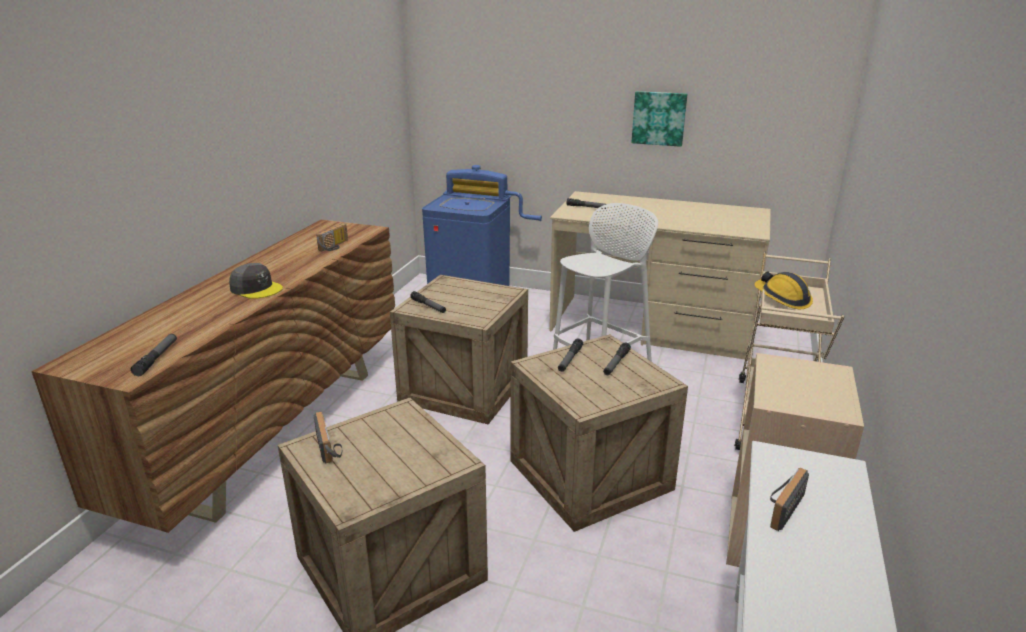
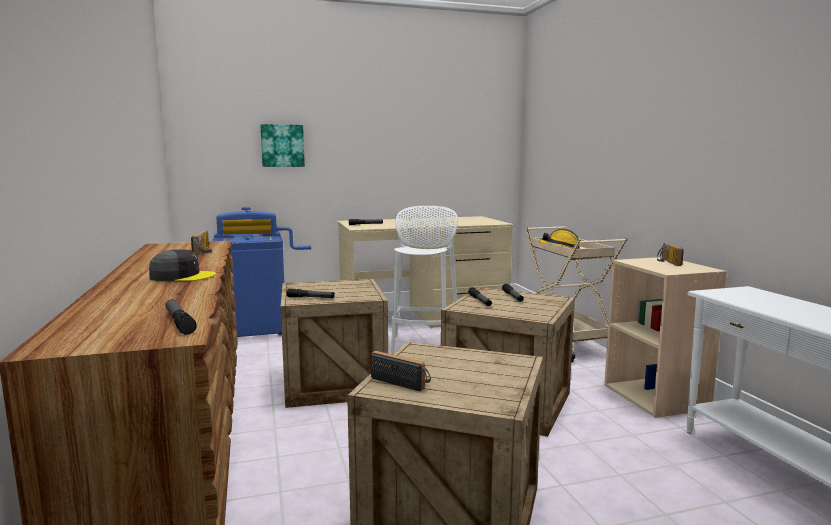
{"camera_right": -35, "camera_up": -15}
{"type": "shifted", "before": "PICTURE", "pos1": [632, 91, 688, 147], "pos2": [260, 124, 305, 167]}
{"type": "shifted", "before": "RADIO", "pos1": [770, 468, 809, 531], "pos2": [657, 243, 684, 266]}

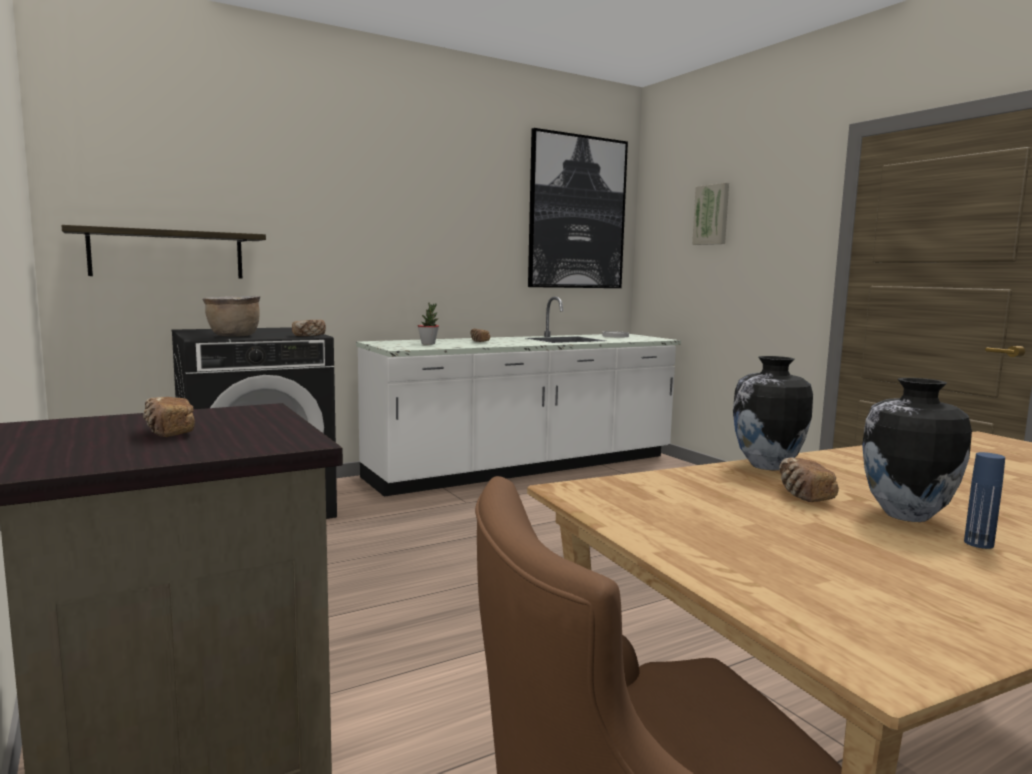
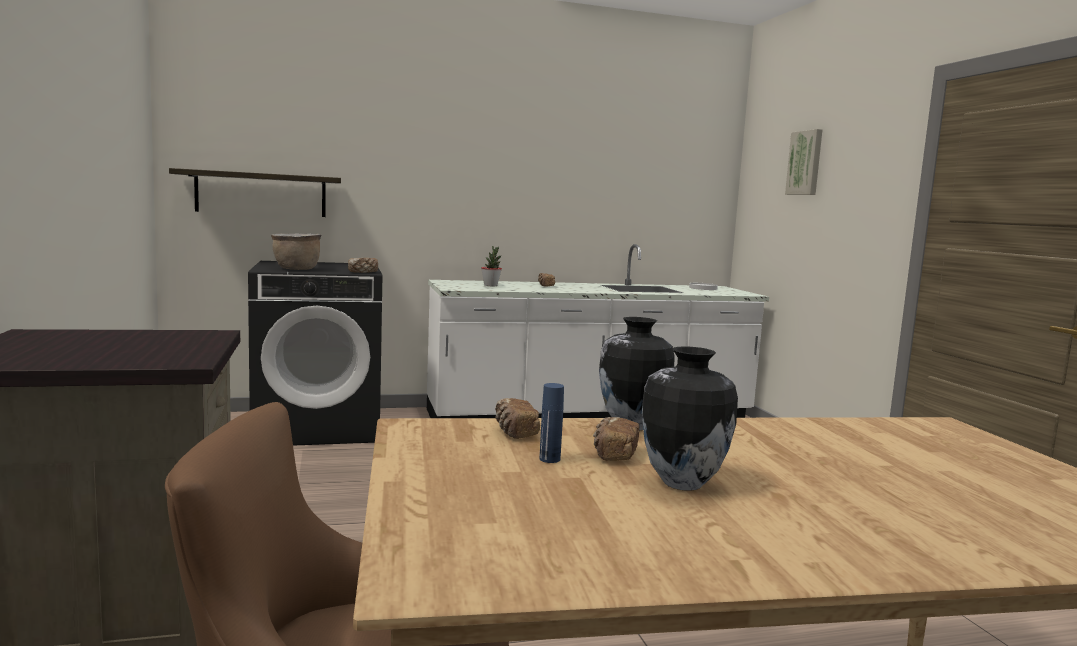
{"camera_right": 15, "camera_up": 0}
{"type": "gone", "before": "PICTURE", "pos1": [528, 128, 628, 288]}
{"type": "shifted", "before": "BREAD", "pos1": [143, 397, 195, 437], "pos2": [495, 398, 540, 439]}
{"type": "shifted", "before": "BLUE BOTTLE", "pos1": [964, 452, 1005, 549], "pos2": [539, 383, 564, 463]}

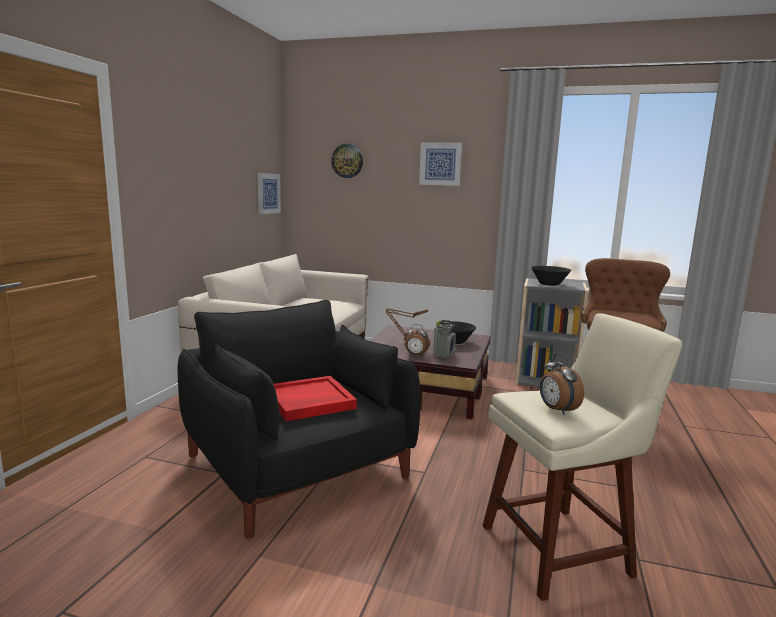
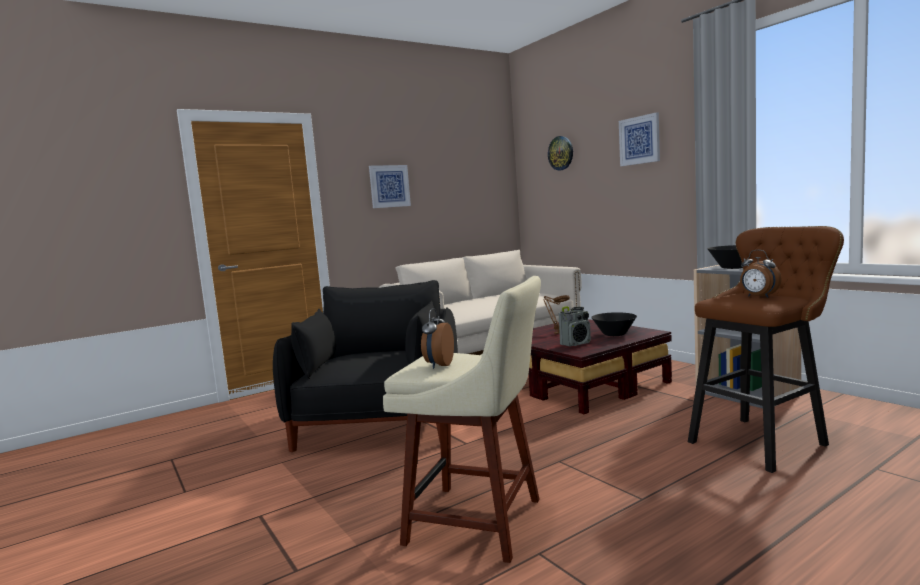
{"camera_right": 40, "camera_up": -5}
{"type": "shifted", "before": "PICTURE", "pos1": [258, 173, 281, 214], "pos2": [369, 165, 411, 208]}
{"type": "shifted", "before": "ALARM CLOCK", "pos1": [405, 324, 430, 357], "pos2": [740, 250, 782, 298]}
{"type": "gone", "before": "RED TRAY", "pos1": [274, 376, 357, 421]}

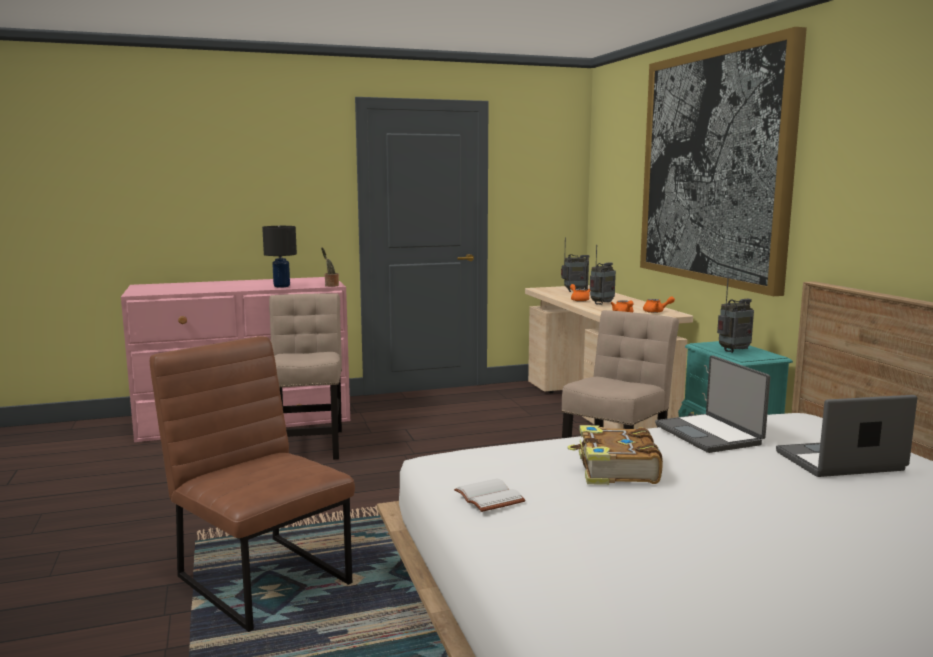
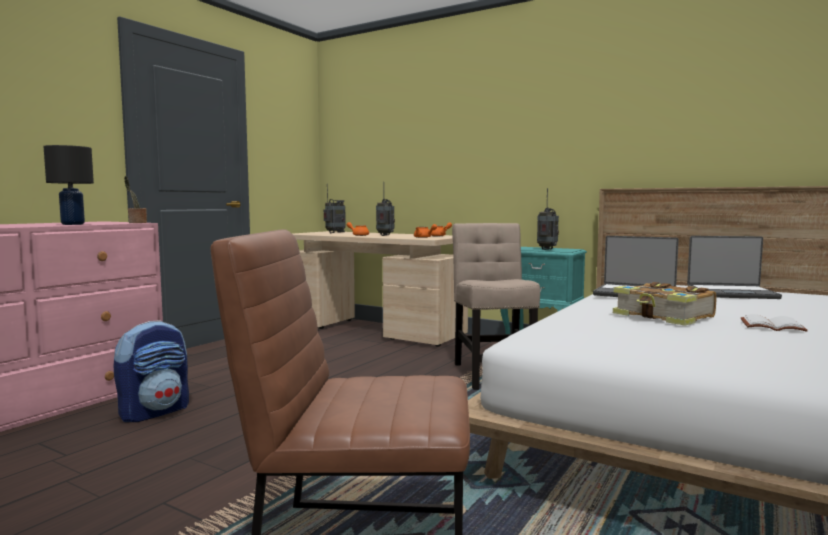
{"camera_right": -40, "camera_up": -5}
{"type": "gone", "before": "PICTURE", "pos1": [640, 27, 807, 296]}
{"type": "swapped", "before": "BEIGE CHAIR", "after": "BACKPACK", "pos1": [269, 293, 342, 460], "pos2": [113, 320, 189, 422]}
{"type": "rotated", "before": "LAPTOP", "pos1": [776, 395, 917, 477], "pos2": [687, 236, 782, 299], "turn": -120}
{"type": "shifted", "before": "WHITE BOOK", "pos1": [454, 478, 525, 512], "pos2": [741, 314, 808, 332]}

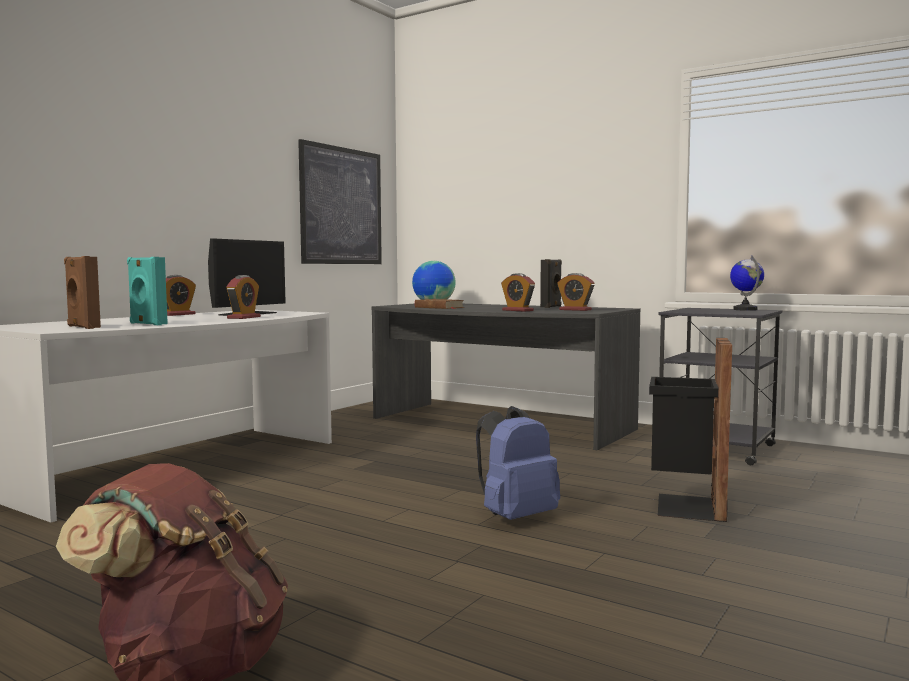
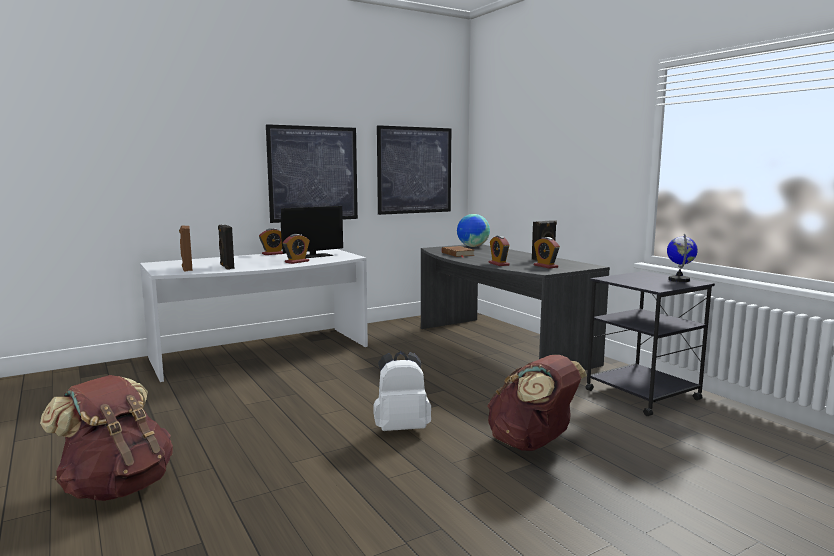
{"camera_right": 25, "camera_up": 5}
{"type": "repainted", "before": "TURQUOISE SPEAKER", "after": "BLACK SPEAKER", "pos1": [127, 257, 168, 325], "pos2": [218, 225, 234, 270]}
{"type": "swapped", "before": "BLACK TRASH CAN", "after": "BROWN BACKPACK", "pos1": [649, 338, 732, 522], "pos2": [487, 355, 587, 451]}
{"type": "repainted", "before": "BLUE BACKPACK", "after": "WHITE BACKPACK", "pos1": [476, 406, 560, 520], "pos2": [373, 351, 431, 431]}
{"type": "new", "after": "PICTURE", "pos2": [266, 124, 358, 223]}

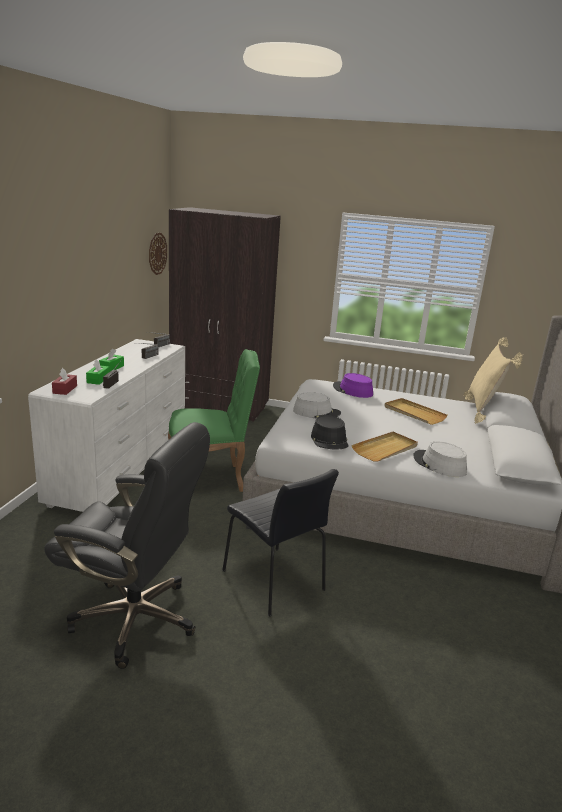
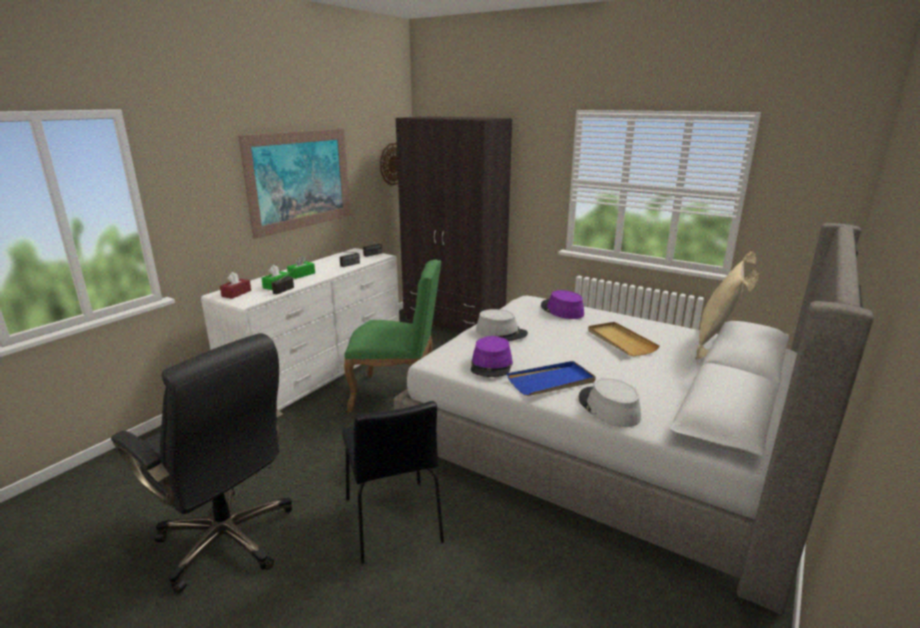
{"camera_right": 20, "camera_up": 0}
{"type": "repainted", "before": "BLACK HAT", "after": "PURPLE HAT", "pos1": [311, 415, 349, 450], "pos2": [471, 336, 513, 377]}
{"type": "repainted", "before": "BEIGE TRAY", "after": "BLUE TRAY", "pos1": [352, 432, 418, 461], "pos2": [507, 361, 596, 396]}
{"type": "new", "after": "PICTURE", "pos2": [238, 129, 351, 239]}

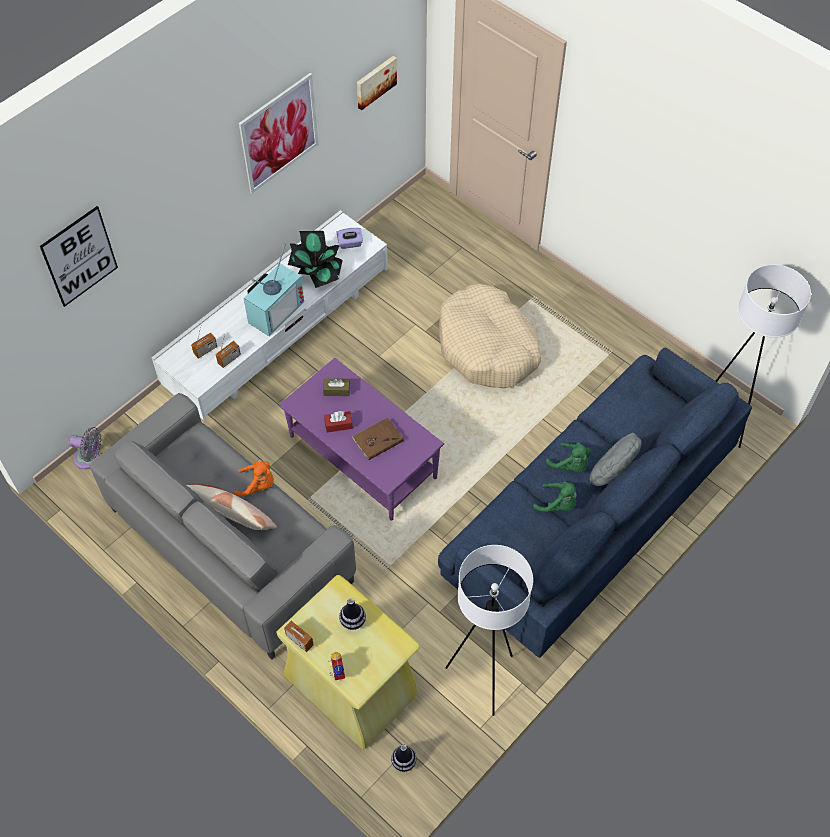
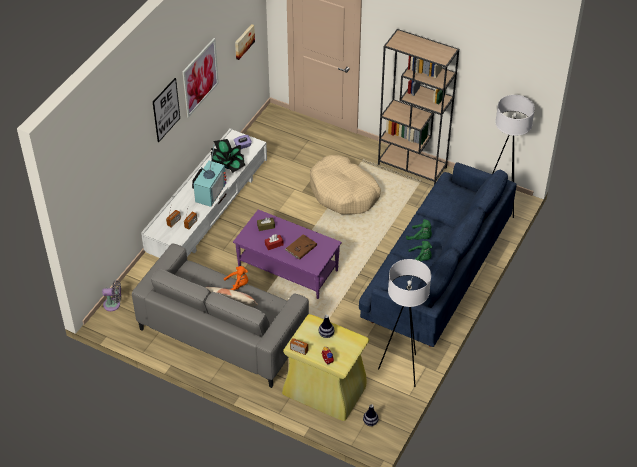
{"camera_right": -15, "camera_up": -10}
{"type": "shifted", "before": "PICTURE", "pos1": [40, 206, 118, 307], "pos2": [153, 78, 180, 142]}
{"type": "gone", "before": "GREY PILLOW", "pos1": [590, 433, 642, 486]}
{"type": "new", "after": "BOOKCASE", "pos2": [378, 29, 459, 185]}

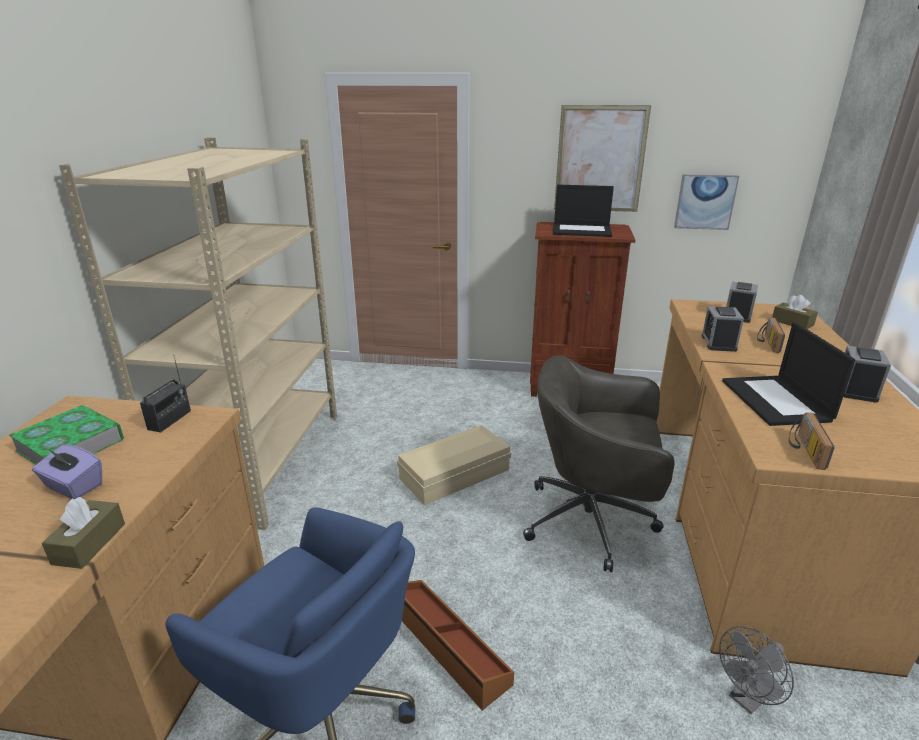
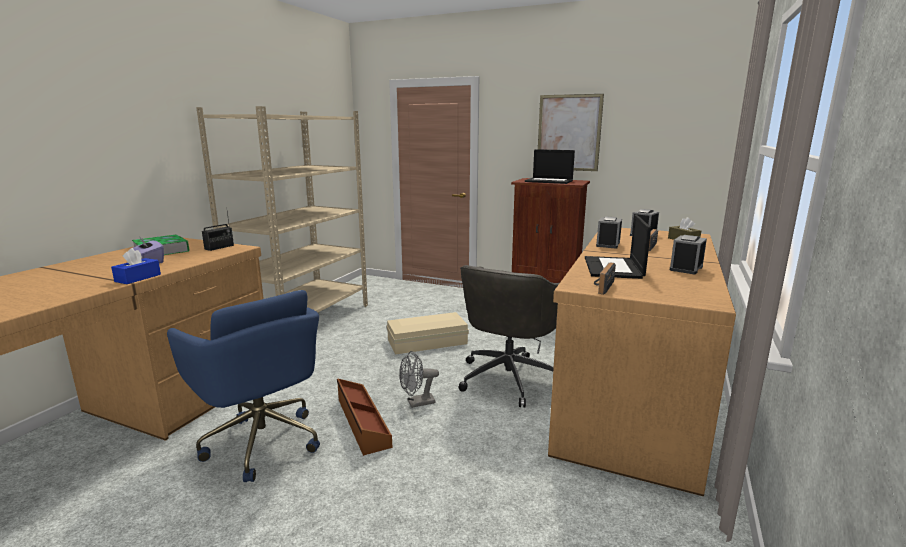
{"camera_right": 15, "camera_up": -10}
{"type": "gone", "before": "PICTURE", "pos1": [674, 174, 739, 230]}
{"type": "rotated", "before": "GREY OFFICE CHAIR", "pos1": [523, 356, 675, 572], "pos2": [458, 265, 559, 408], "turn": -90}
{"type": "repainted", "before": "BROWN TISSUE BOX", "after": "BLUE TISSUE BOX", "pos1": [42, 497, 125, 569], "pos2": [111, 248, 161, 284]}
{"type": "shifted", "before": "GREY FAN", "pos1": [719, 626, 794, 714], "pos2": [399, 351, 439, 408]}

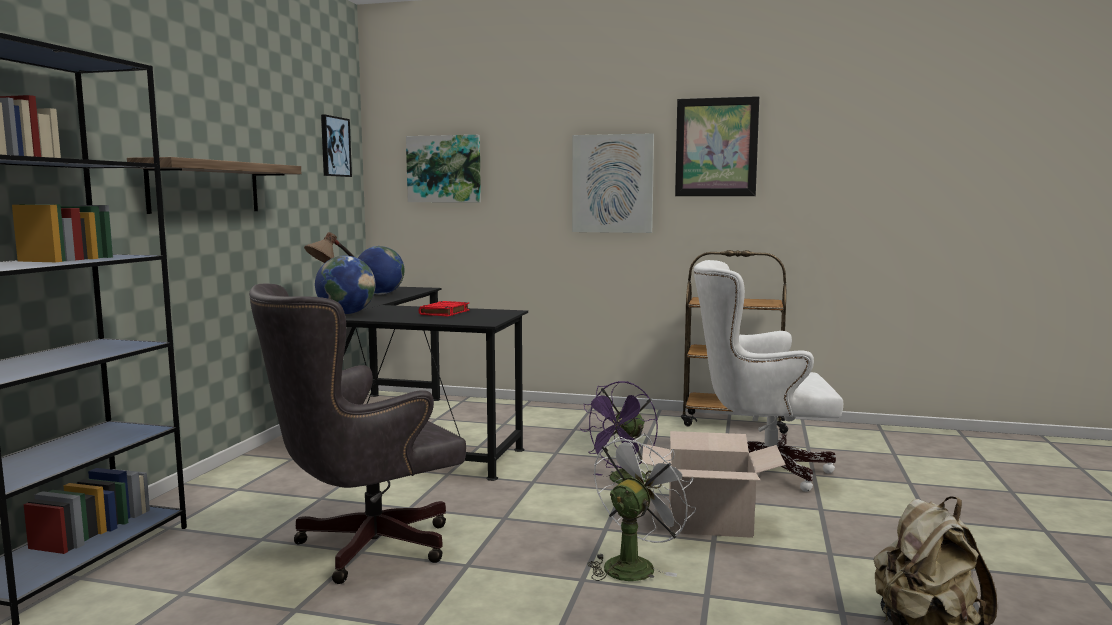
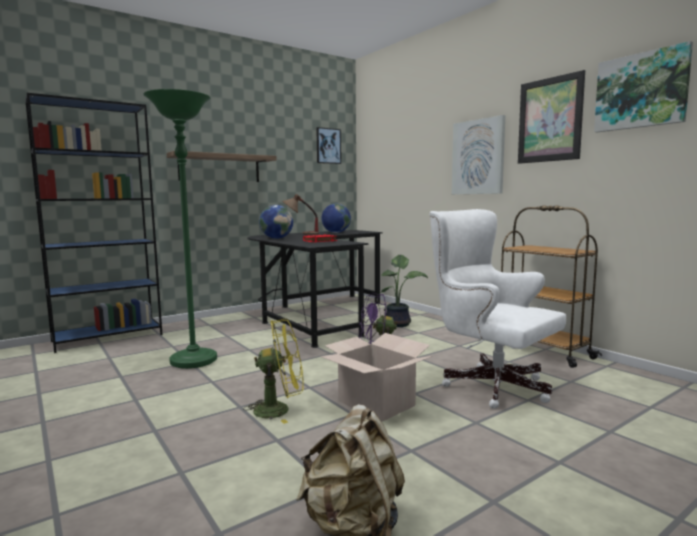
{"camera_right": 40, "camera_up": 0}
{"type": "shifted", "before": "PICTURE", "pos1": [406, 135, 481, 202], "pos2": [594, 41, 693, 132]}
{"type": "swapped", "before": "GREY OFFICE CHAIR", "after": "GREEN FLOOR LAMP", "pos1": [249, 284, 466, 584], "pos2": [143, 89, 217, 369]}
{"type": "repainted", "before": "WHITE FAN", "after": "YELLOW FAN", "pos1": [587, 433, 696, 581], "pos2": [243, 319, 304, 424]}
{"type": "new", "after": "POTTED PLANT", "pos2": [377, 254, 428, 327]}

